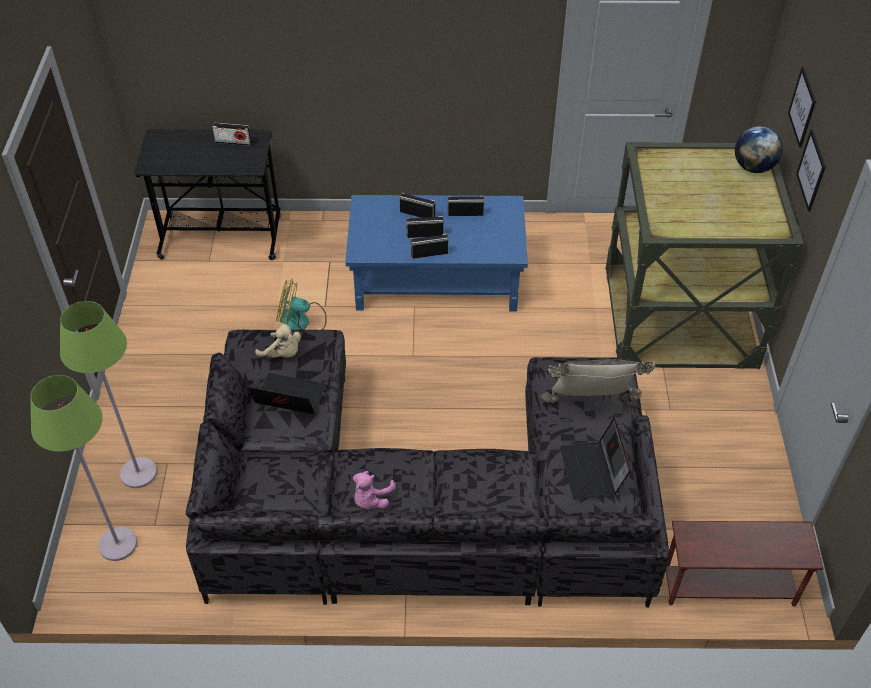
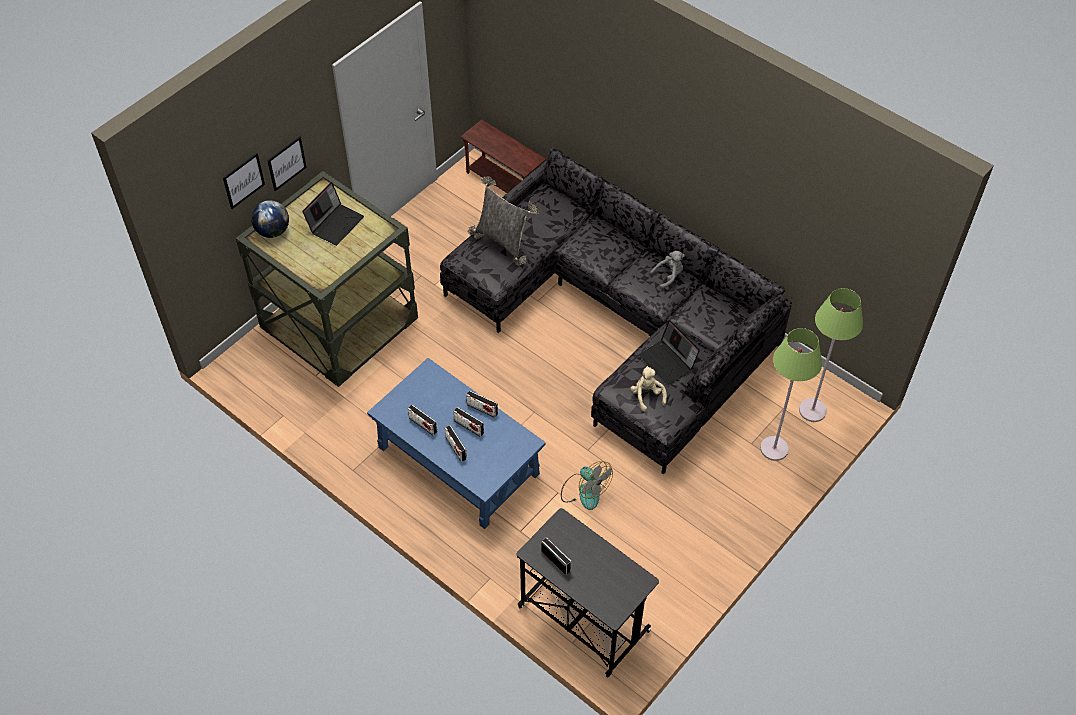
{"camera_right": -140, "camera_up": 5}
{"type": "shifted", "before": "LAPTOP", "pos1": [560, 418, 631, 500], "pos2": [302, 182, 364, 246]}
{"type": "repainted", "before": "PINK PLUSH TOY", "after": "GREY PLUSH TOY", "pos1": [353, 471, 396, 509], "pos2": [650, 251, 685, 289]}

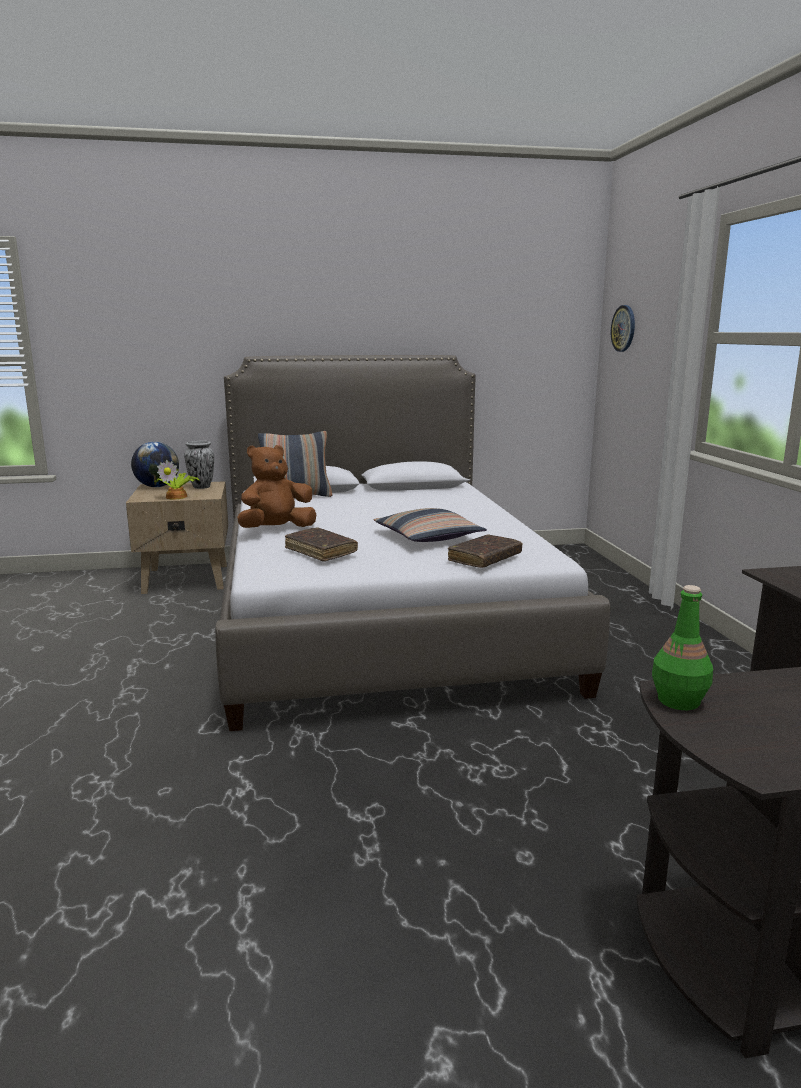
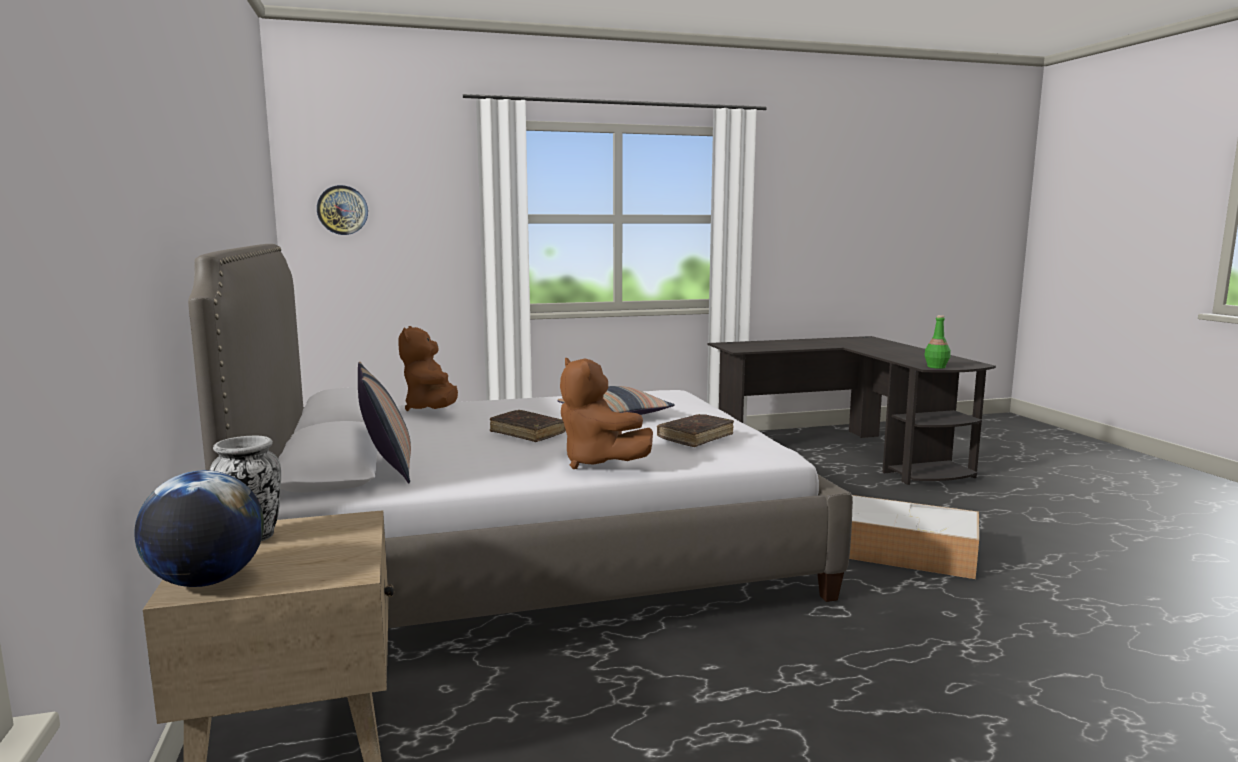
{"camera_right": -95, "camera_up": -5}
{"type": "gone", "before": "POTTED PLANT", "pos1": [155, 460, 199, 499]}
{"type": "shifted", "before": "BROWN BOOK", "pos1": [448, 534, 523, 568], "pos2": [490, 410, 566, 442]}
{"type": "new", "after": "BROWN PLUSH TOY", "pos2": [398, 326, 458, 411]}
{"type": "new", "after": "STORAGE BOX", "pos2": [849, 495, 979, 579]}

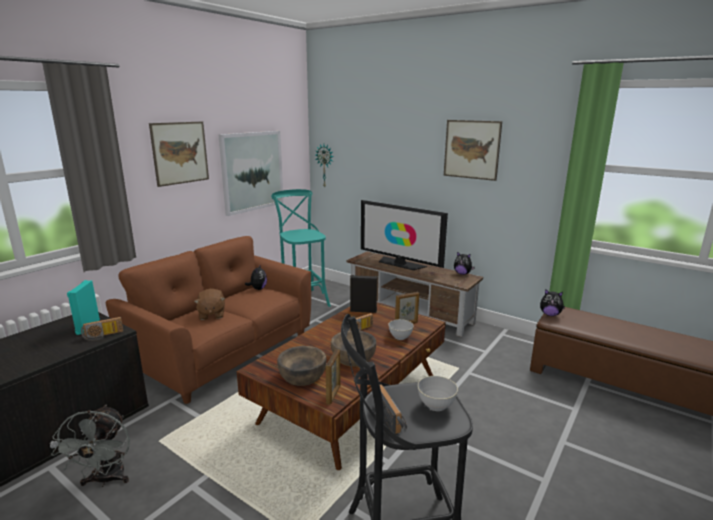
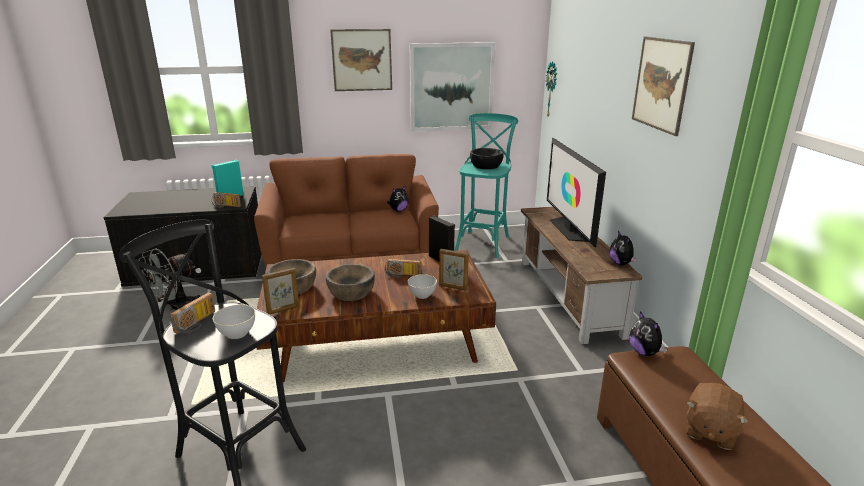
{"camera_right": 45, "camera_up": 5}
{"type": "shifted", "before": "BROWN PLUSH TOY", "pos1": [194, 289, 225, 320], "pos2": [686, 383, 749, 450]}
{"type": "new", "after": "BLACK BOWL", "pos2": [470, 148, 504, 169]}

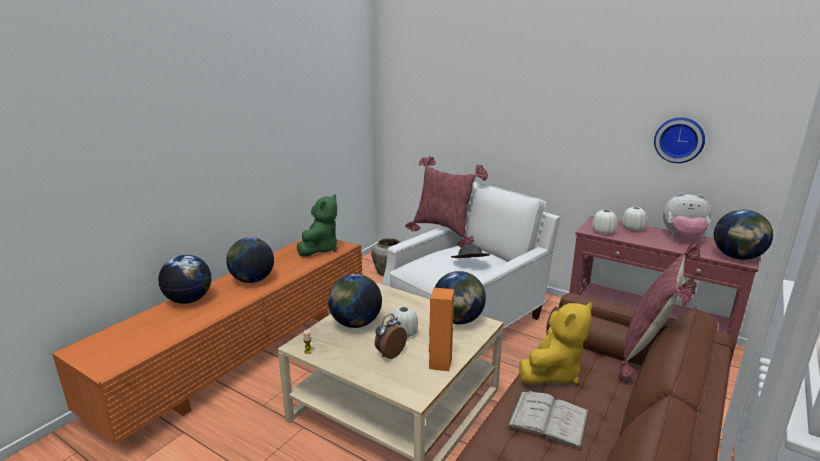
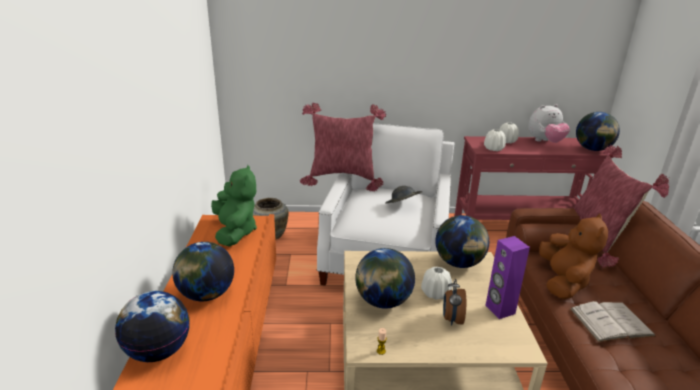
{"camera_right": -35, "camera_up": 5}
{"type": "gone", "before": "WALL CLOCK", "pos1": [654, 117, 705, 163]}
{"type": "repainted", "before": "ORANGE SPEAKER", "after": "PURPLE SPEAKER", "pos1": [429, 288, 454, 371], "pos2": [485, 236, 530, 319]}
{"type": "repainted", "before": "YELLOW PLUSH TOY", "after": "BROWN PLUSH TOY", "pos1": [519, 302, 592, 385], "pos2": [539, 213, 608, 299]}

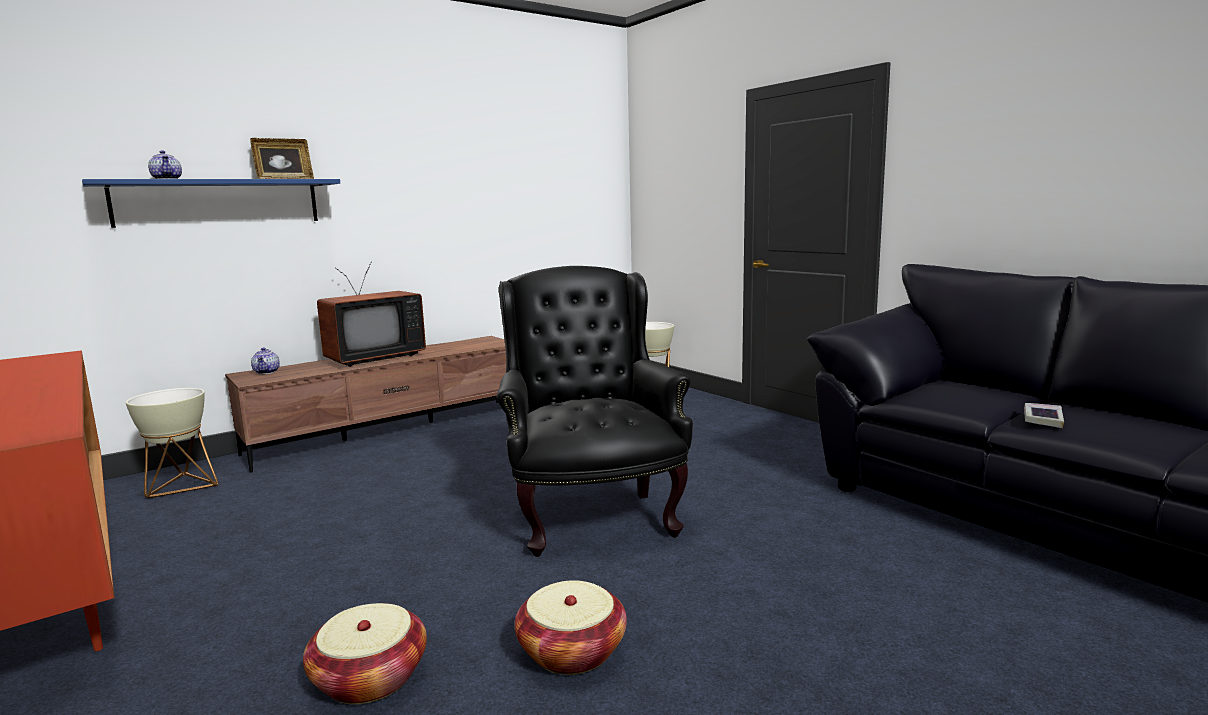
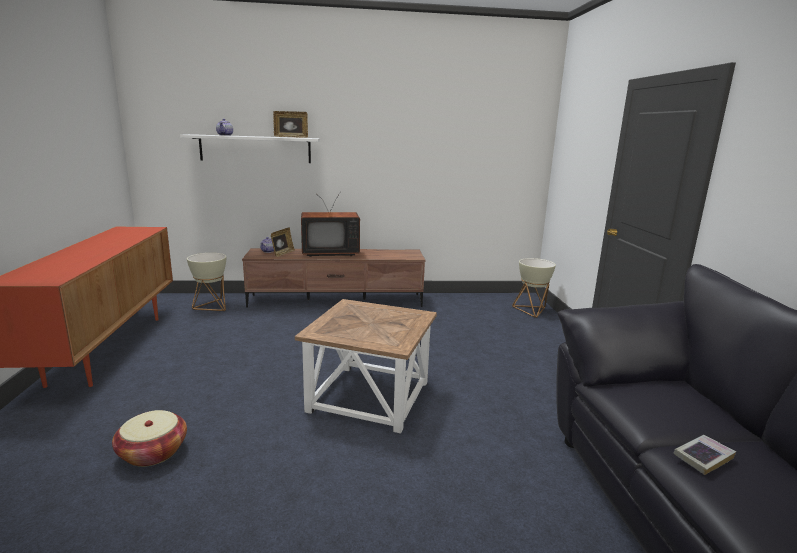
{"camera_right": 30, "camera_up": 5}
{"type": "repainted", "before": "BLUE SHELF", "after": "WHITE SHELF", "pos1": [82, 179, 340, 228], "pos2": [180, 134, 320, 163]}
{"type": "swapped", "before": "BLACK ARMCHAIR", "after": "BROWN SIDE TABLE", "pos1": [497, 266, 693, 557], "pos2": [295, 299, 437, 433]}
{"type": "gone", "before": "BASKET", "pos1": [515, 580, 627, 675]}
{"type": "new", "after": "PICTURE FRAME", "pos2": [271, 227, 295, 257]}

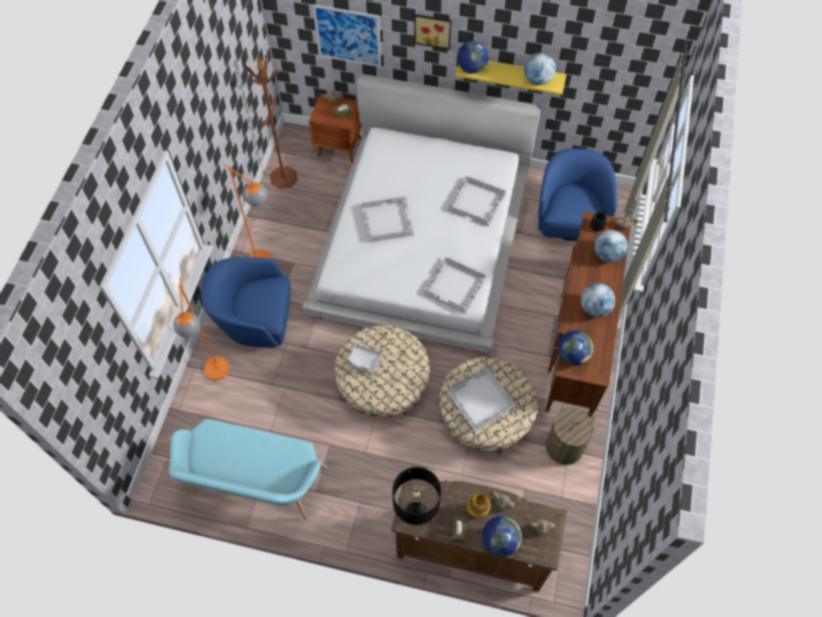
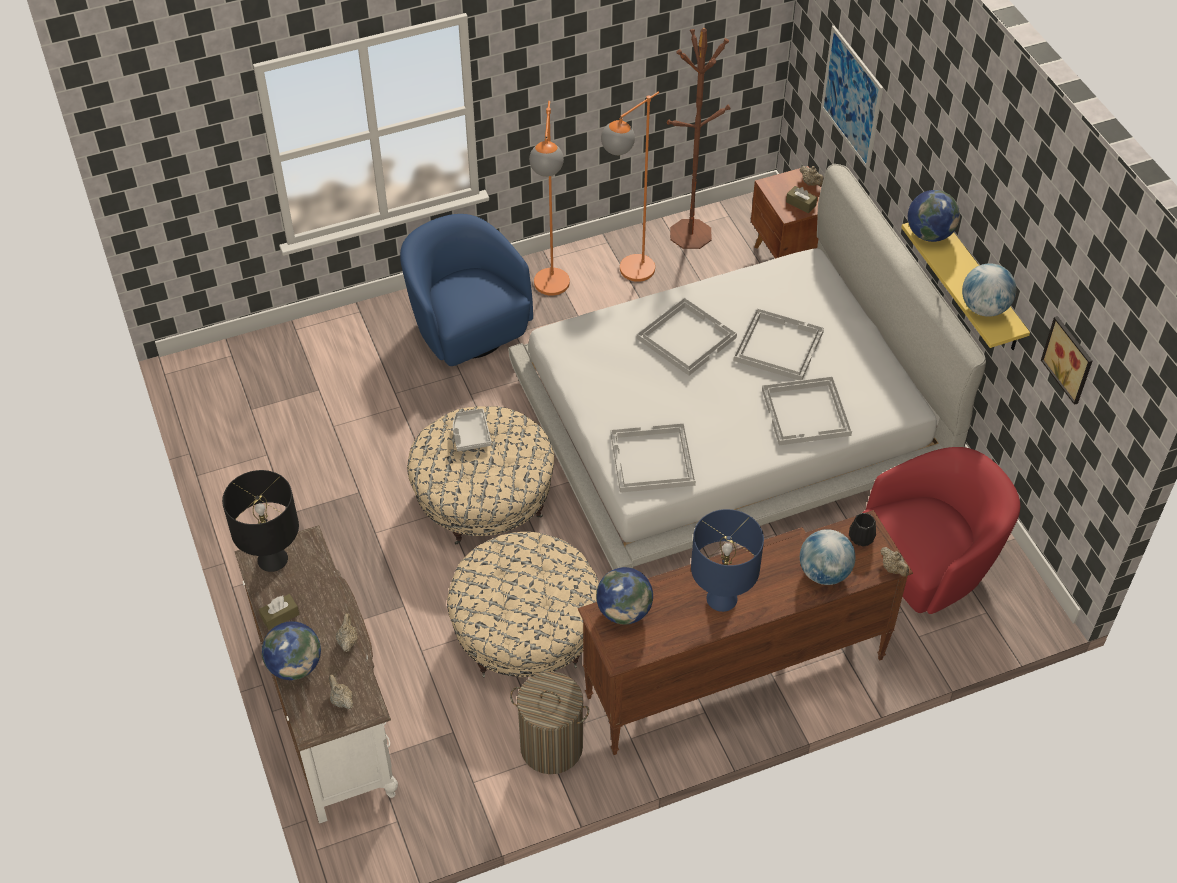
{"camera_right": 55, "camera_up": -10}
{"type": "shifted", "before": "PICTURE", "pos1": [414, 14, 451, 50], "pos2": [1041, 316, 1092, 405]}
{"type": "repainted", "before": "BLUE ARMCHAIR", "after": "RED ARMCHAIR", "pos1": [538, 148, 617, 241], "pos2": [863, 447, 1020, 614]}
{"type": "shifted", "before": "ORANGE FLOOR LAMP", "pos1": [173, 277, 230, 381], "pos2": [601, 91, 659, 282]}
{"type": "swapped", "before": "GLOBE", "after": "BLUE TABLE LAMP", "pos1": [581, 283, 615, 317], "pos2": [691, 509, 764, 612]}
{"type": "shifted", "before": "WHITE TRAY", "pos1": [447, 366, 517, 432], "pos2": [733, 308, 824, 380]}
{"type": "gone", "before": "TURQUOISE BENCH", "pos1": [169, 419, 327, 520]}
{"type": "gone", "before": "VASE", "pos1": [467, 493, 491, 518]}

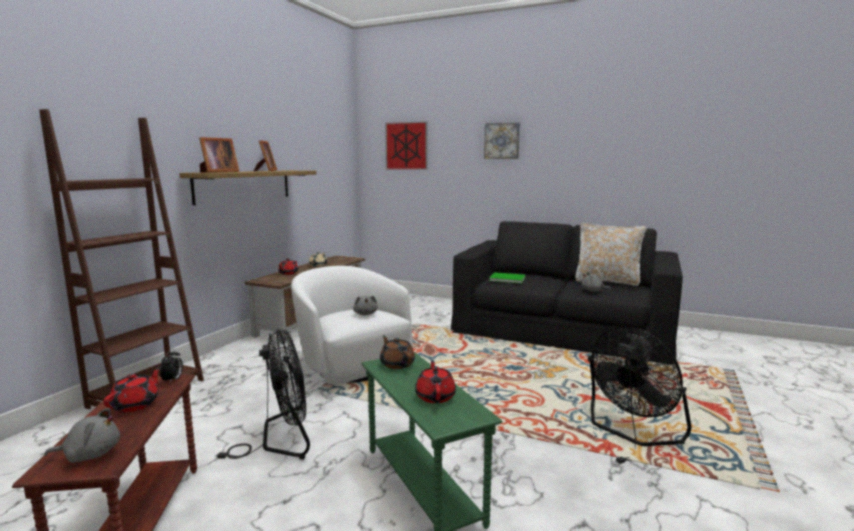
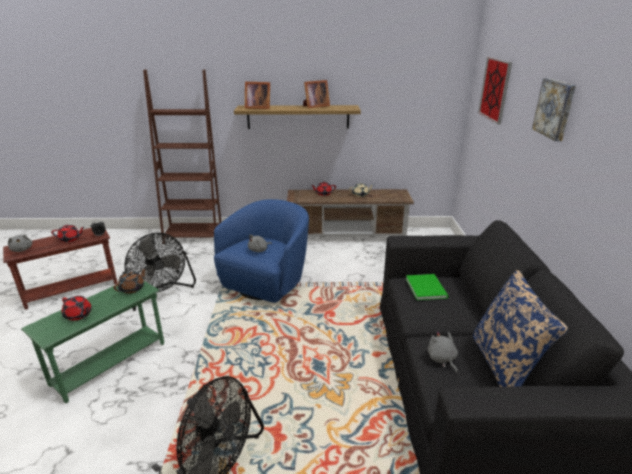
{"camera_right": 65, "camera_up": 15}
{"type": "repainted", "before": "WHITE PILLOW", "after": "BLUE PILLOW", "pos1": [575, 223, 647, 286], "pos2": [473, 270, 569, 387]}
{"type": "repainted", "before": "WHITE ARMCHAIR", "after": "BLUE ARMCHAIR", "pos1": [291, 266, 412, 385], "pos2": [214, 199, 309, 303]}
{"type": "rotated", "before": "RED TEAPOT", "pos1": [415, 360, 456, 403], "pos2": [62, 296, 92, 321], "turn": 60}

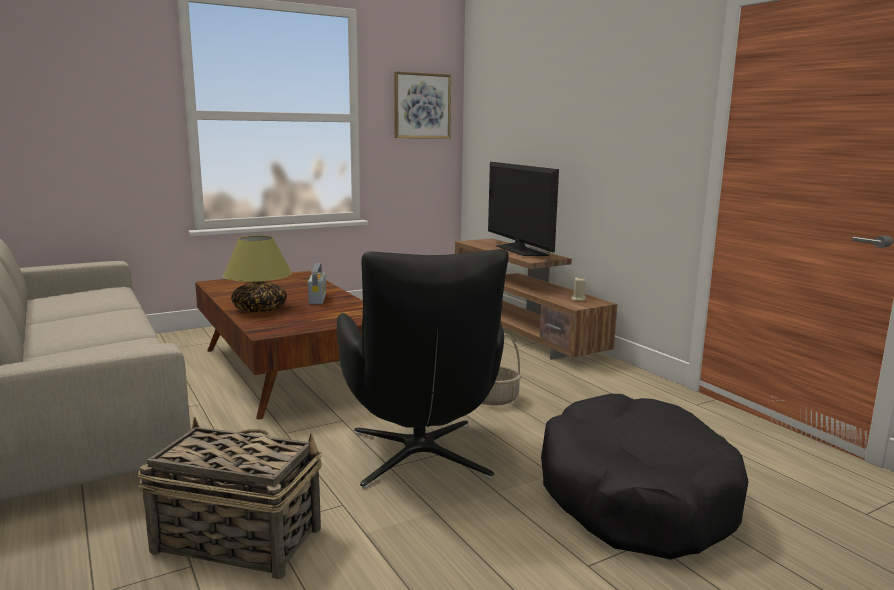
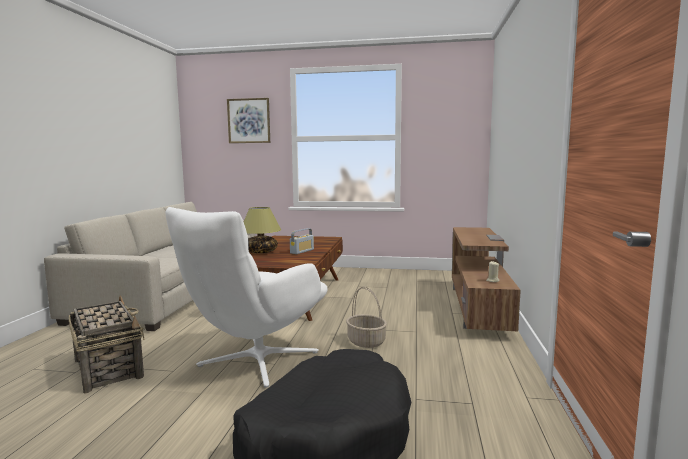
{"camera_right": 40, "camera_up": -5}
{"type": "shifted", "before": "PICTURE", "pos1": [394, 71, 451, 138], "pos2": [227, 98, 270, 143]}
{"type": "gone", "before": "TELEVISION", "pos1": [488, 162, 559, 256]}
{"type": "repainted", "before": "BLACK ARMCHAIR", "after": "WHITE ARMCHAIR", "pos1": [337, 249, 509, 488], "pos2": [166, 207, 328, 388]}

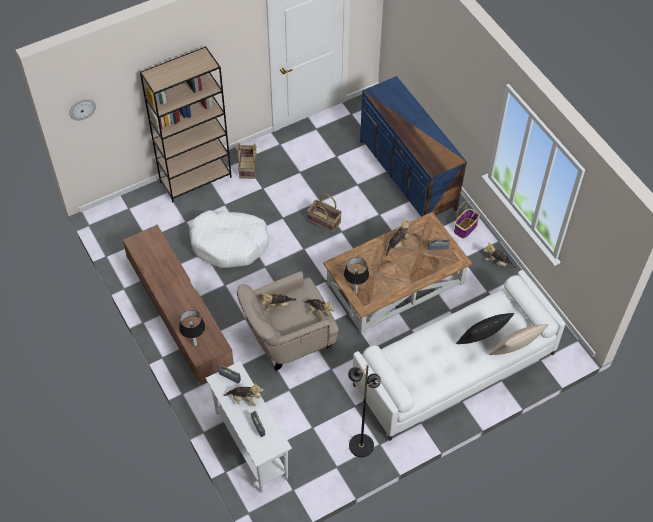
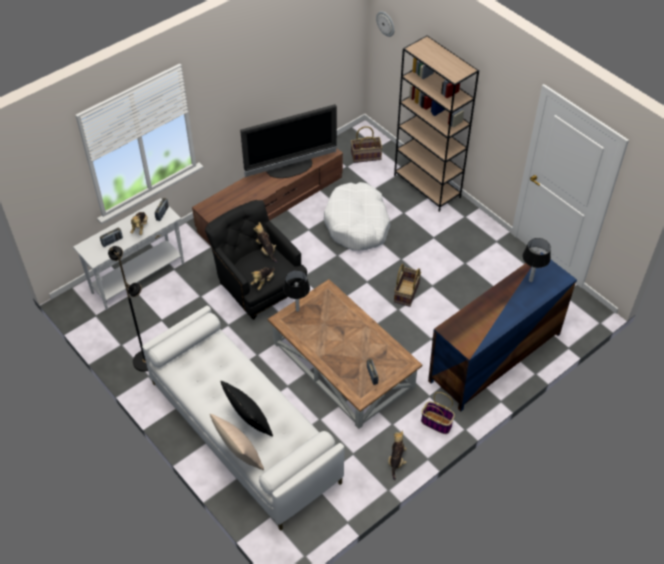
{"camera_right": 80, "camera_up": -5}
{"type": "shifted", "before": "BASKET", "pos1": [237, 143, 257, 179], "pos2": [351, 126, 383, 163]}
{"type": "gone", "before": "PLUSH TOY", "pos1": [386, 219, 411, 256]}
{"type": "repainted", "before": "BEIGE ARMCHAIR", "after": "BLACK ARMCHAIR", "pos1": [237, 271, 339, 371], "pos2": [205, 200, 307, 320]}
{"type": "shifted", "before": "TABLE LAMP", "pos1": [179, 310, 205, 346], "pos2": [522, 238, 551, 282]}
{"type": "new", "after": "TELEVISION", "pos2": [240, 104, 337, 178]}

